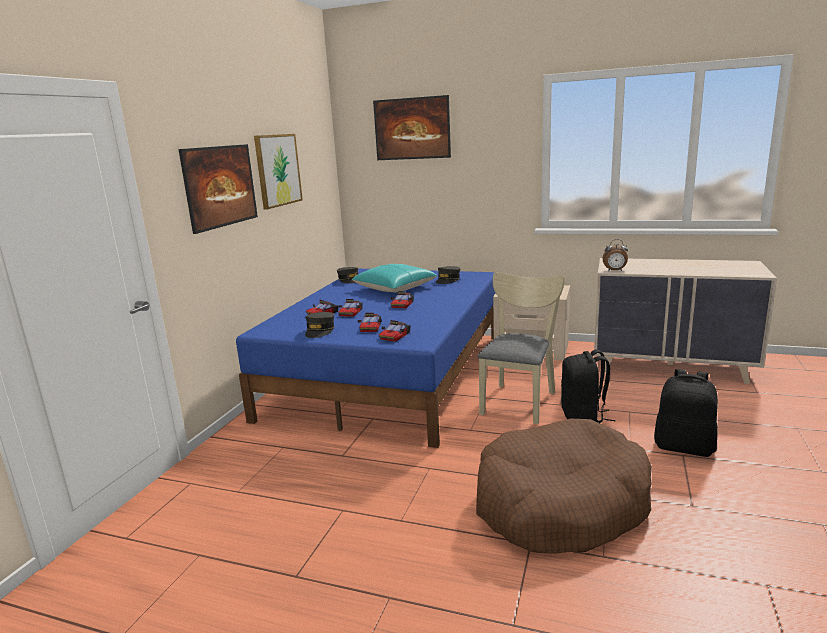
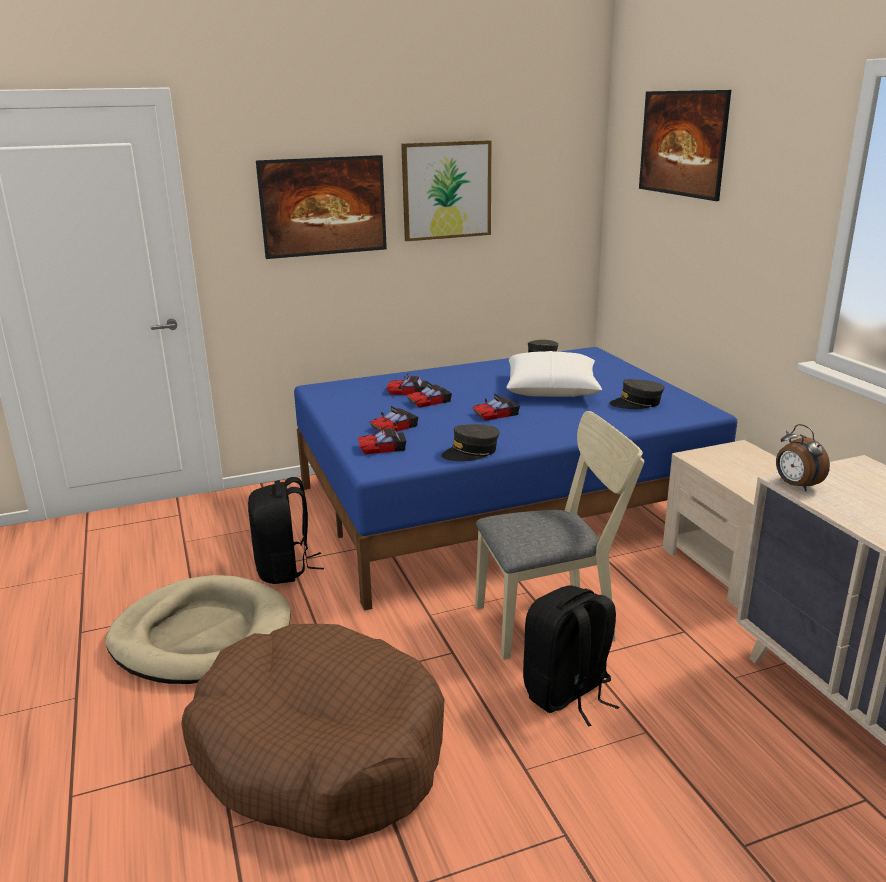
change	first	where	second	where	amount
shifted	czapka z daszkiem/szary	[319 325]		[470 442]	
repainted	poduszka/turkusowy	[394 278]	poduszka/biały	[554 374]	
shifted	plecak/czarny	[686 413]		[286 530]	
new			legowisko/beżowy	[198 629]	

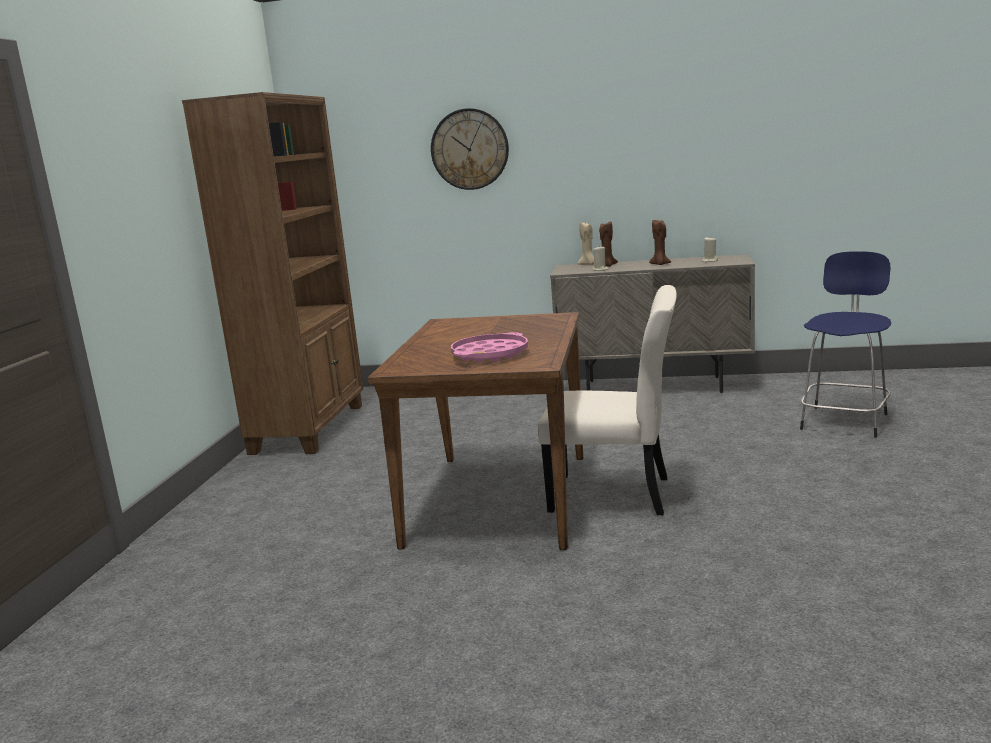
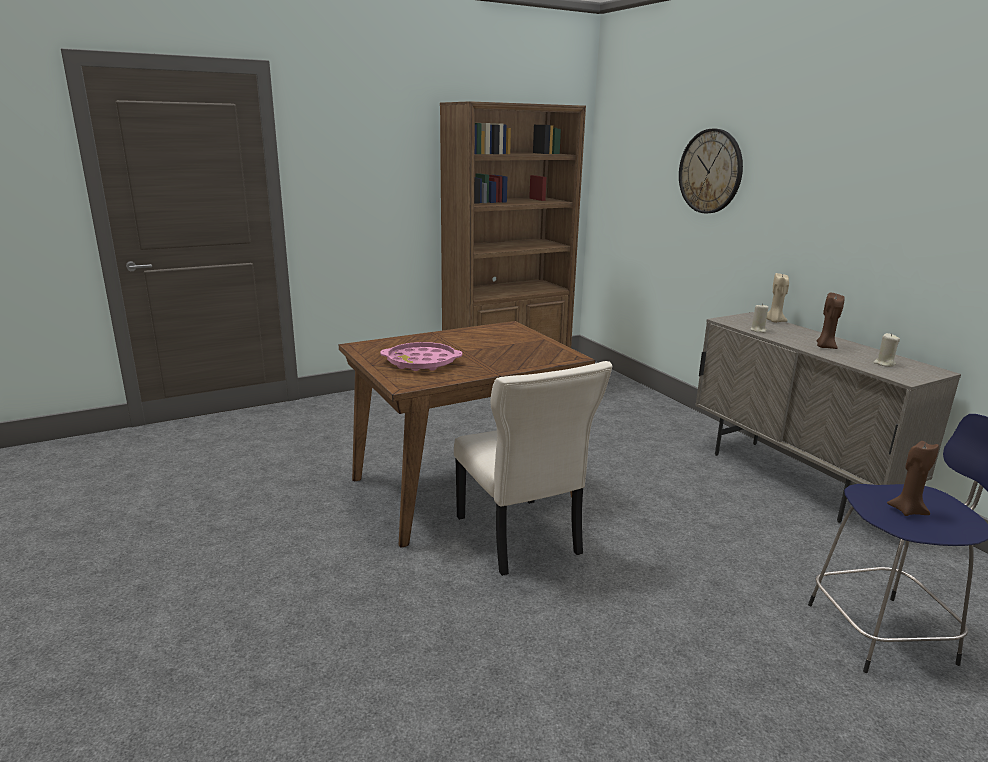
change	first	where	second	where	amount
shifted	świeca/brązowy	[608 244]		[913 478]	

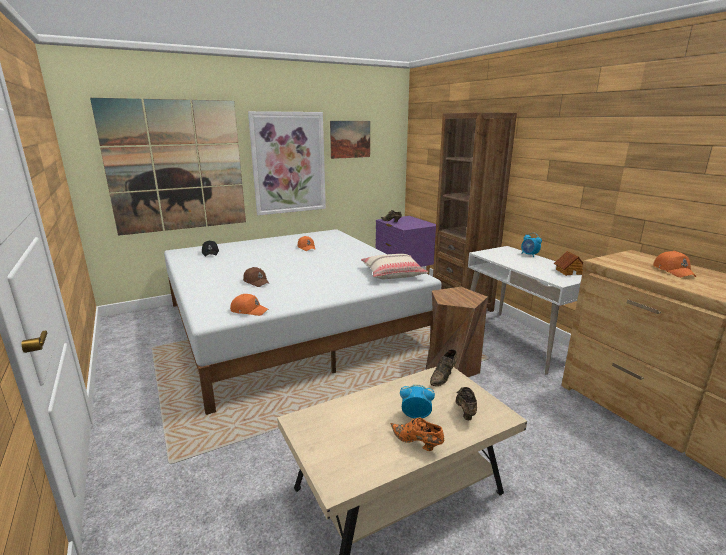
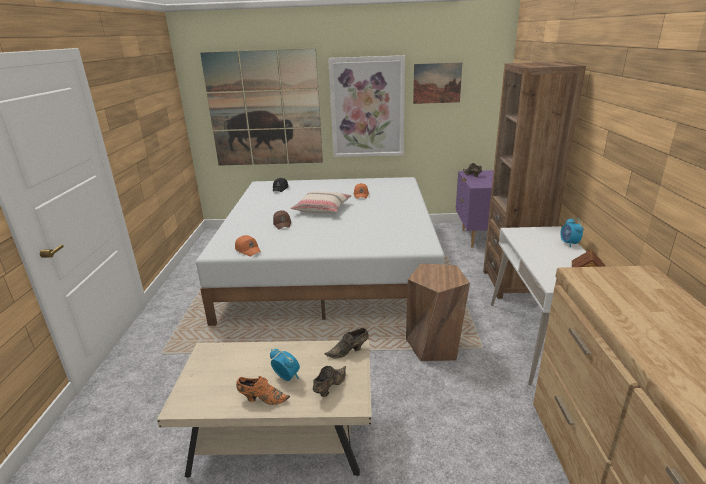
change	first	where	second	where	amount
shifted	poduszka/beżowy	[395 266]		[321 202]	
rotated	but/pomarańczowy	[417 434]		[263 390]	120 degrees clockwise
gone	czapka z daszkiem/pomarańczowy	[674 264]			

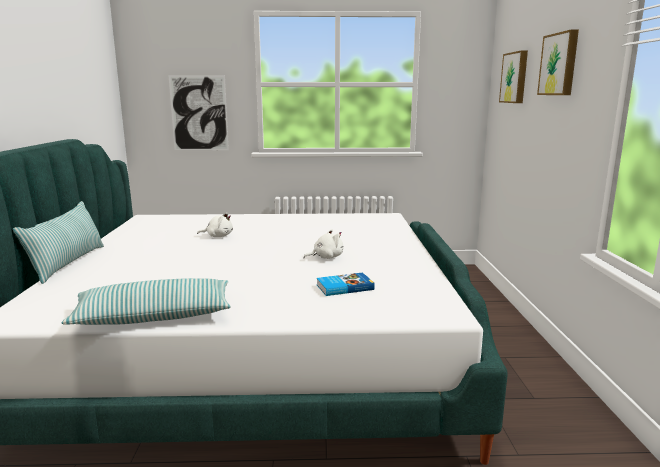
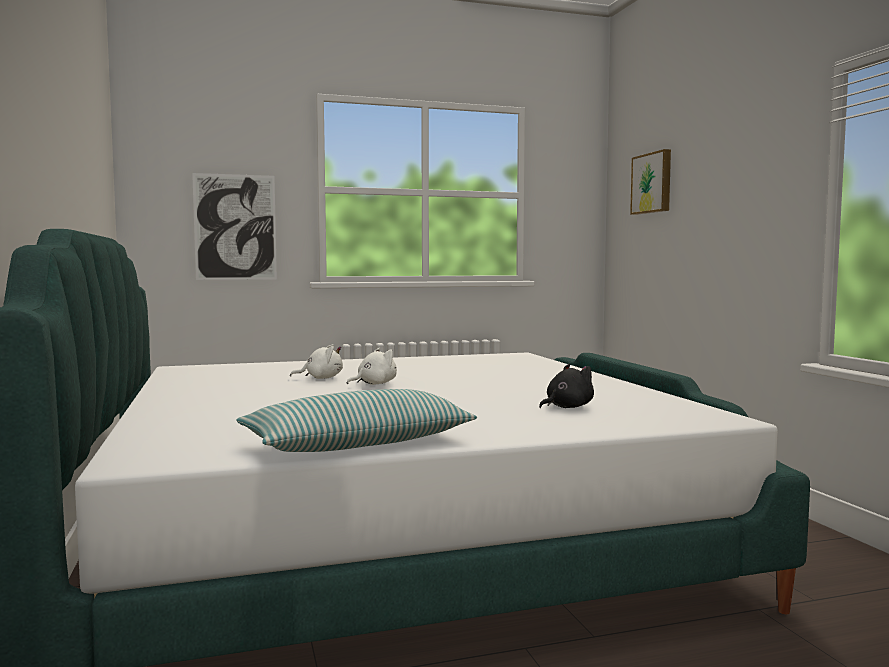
change	first	where	second	where	amount
gone	poduszka	[58 242]			
shifted	pluszak/biały	[323 244]		[372 366]	
swapped	książka	[346 284]	pluszak/czarny	[566 386]	
gone	obraz	[558 62]			

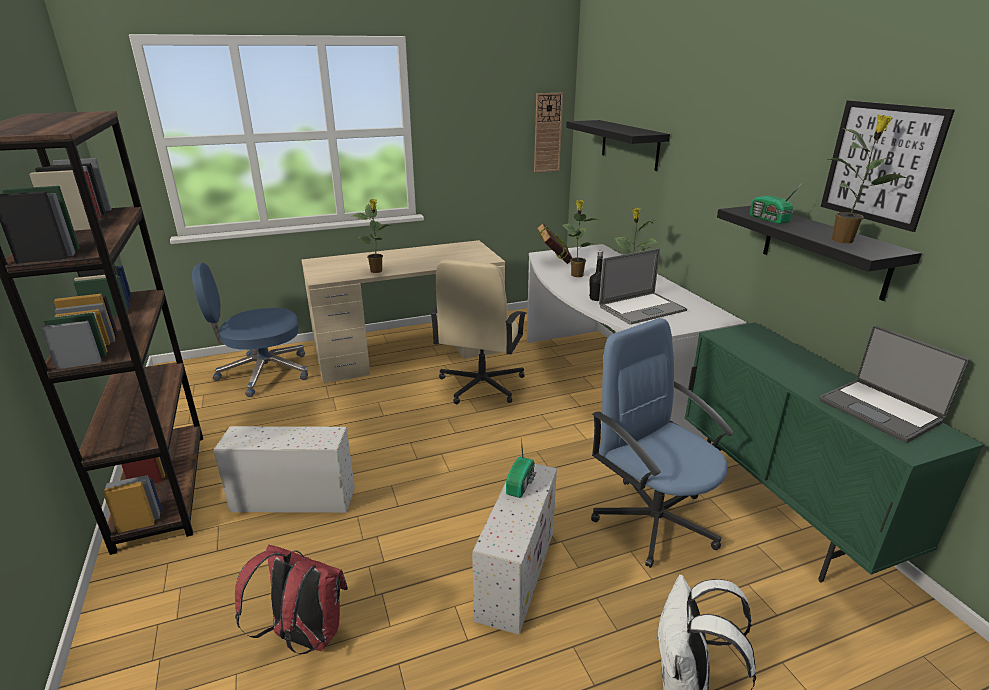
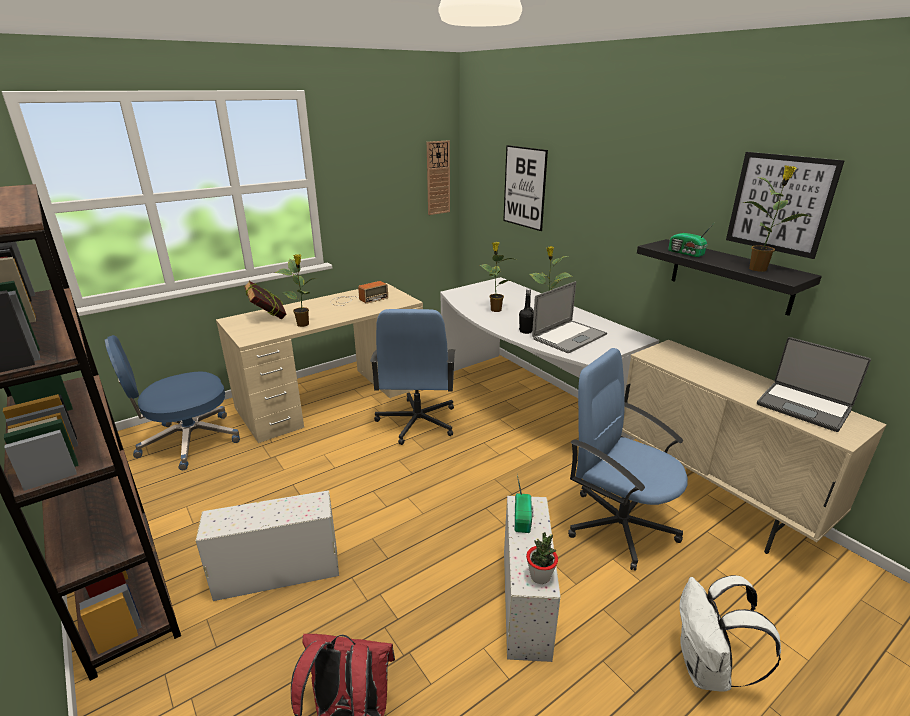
change	first	where	second	where	amount
repainted	krzesło biurowe/beżowy	[478 332]	krzesło biurowe/niebieski	[412 377]	
shifted	książka	[554 243]		[265 300]	
swapped	półka/czarny	[618 145]	obraz	[525 188]	
repainted	szafka/zielony	[834 452]	szafka/beżowy	[754 447]	
new			radio	[359 293]	
new			roślina doniczkowa	[542 558]	

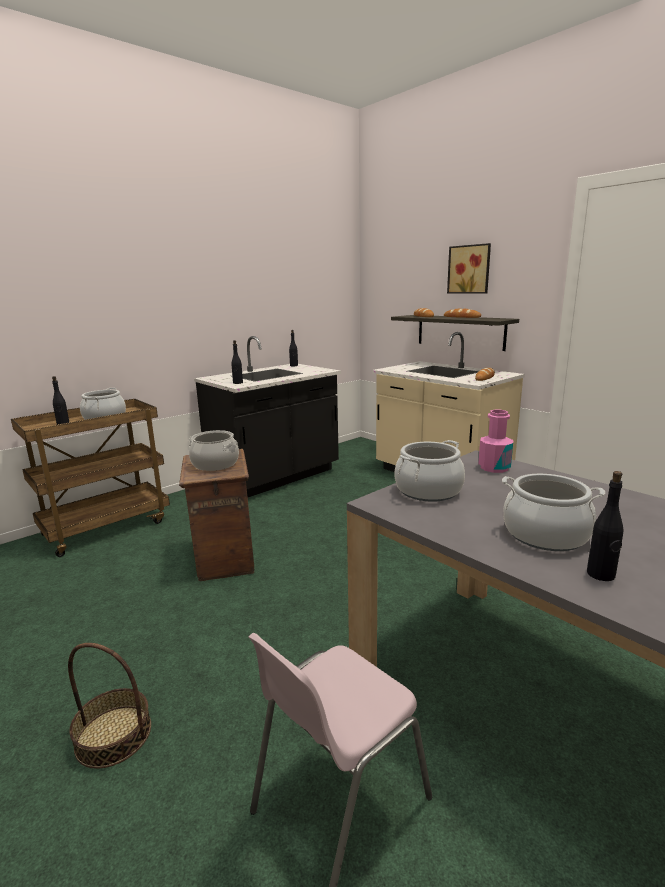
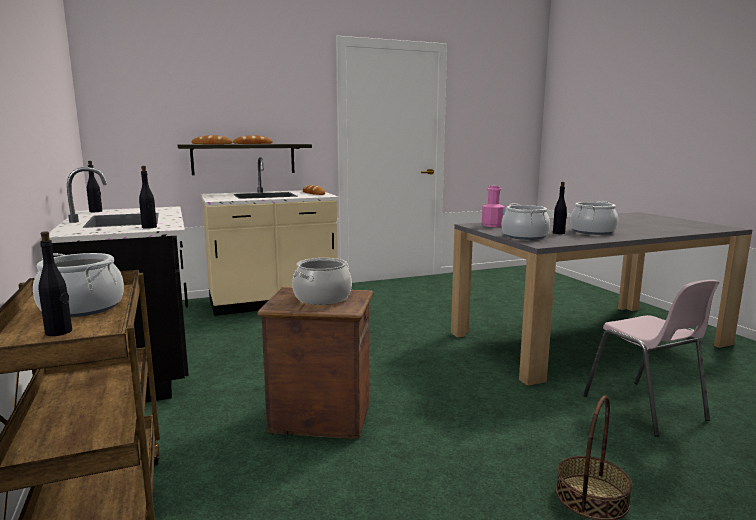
change	first	where	second	where	amount
gone	obraz	[469 268]			
shifted	butelka/czarny	[605 526]		[560 208]	

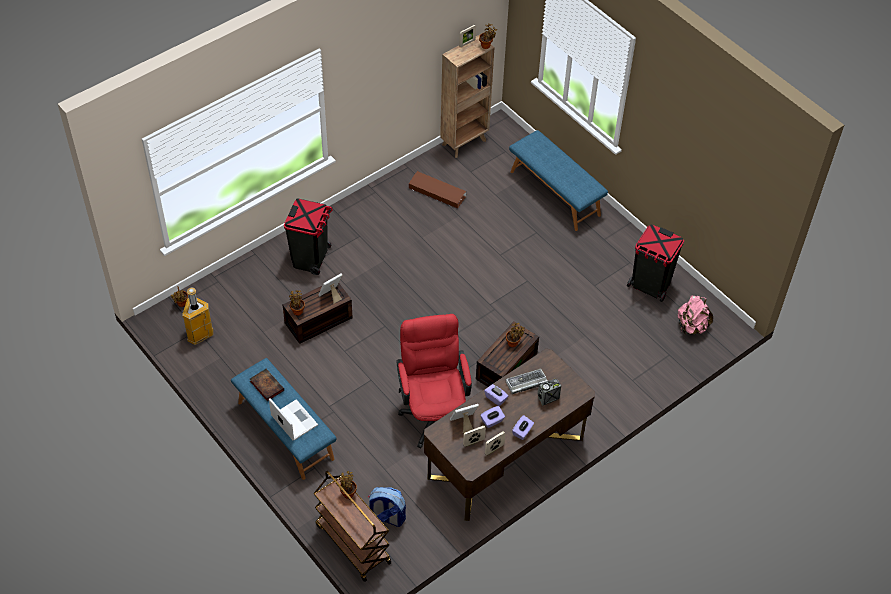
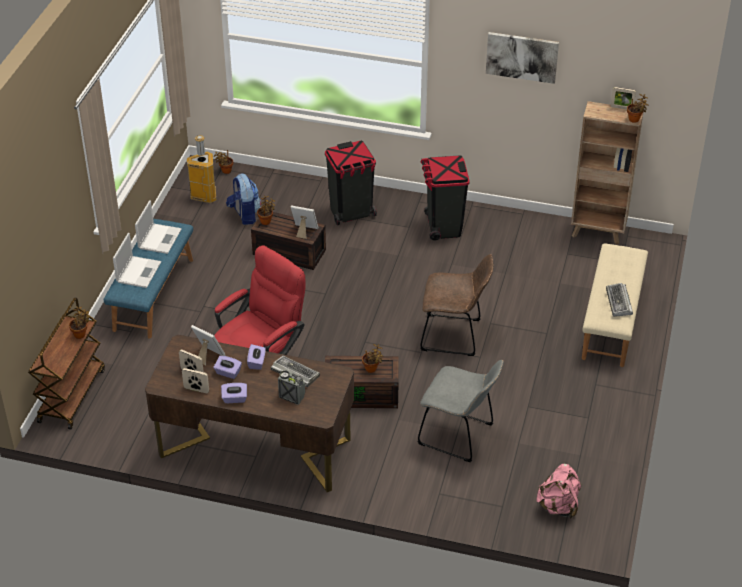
change	first	where	second	where	amount
swapped	książka	[267 385]	laptop	[158 227]	
shifted	plecak	[387 507]		[243 199]	
gone	pojemnik do przechowywania/brązowy	[438 189]			
repainted	ławka/niebieski	[558 180]	ławka/beżowy	[615 305]	
shifted	kosz na śmieci/czarny	[655 263]		[445 198]	
new			krzesło/szary	[461 411]	
new			krzesło/brązowy	[456 305]	
new			obraz	[522 58]	
new			klawiatura	[619 300]	

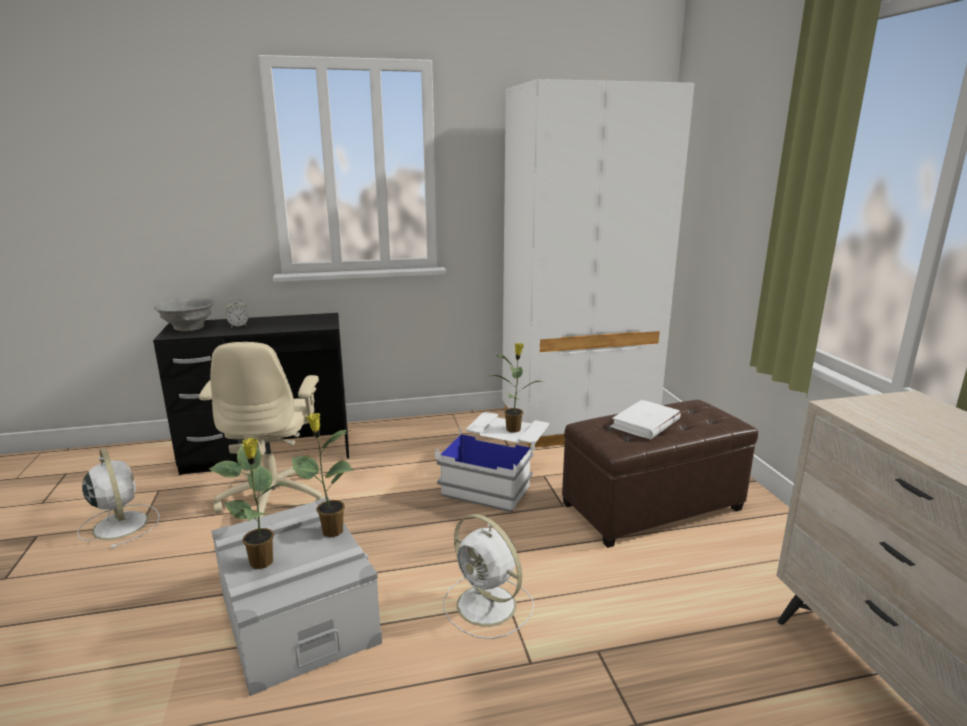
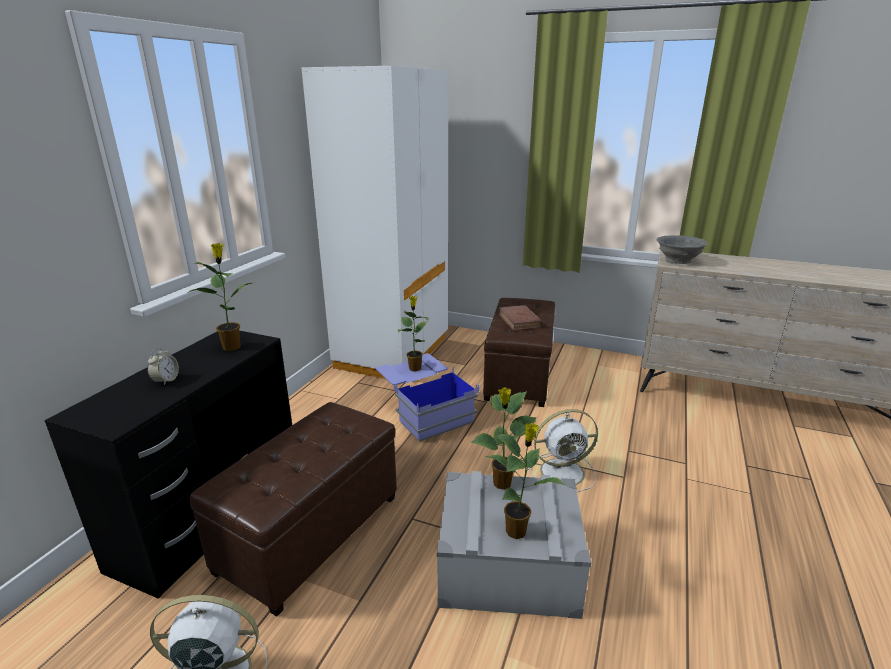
change	first	where	second	where	amount
shifted	miska/szary	[184 314]		[682 249]	
swapped	krzesło biurowe/beżowy	[262 430]	pufa/brązowy	[293 509]	
repainted	pojemnik do przechowywania/biały	[492 462]	pojemnik do przechowywania/niebieski	[427 397]	
repainted	książka/biały	[645 420]	książka/brązowy	[520 317]	
new			roślina doniczkowa	[222 297]	

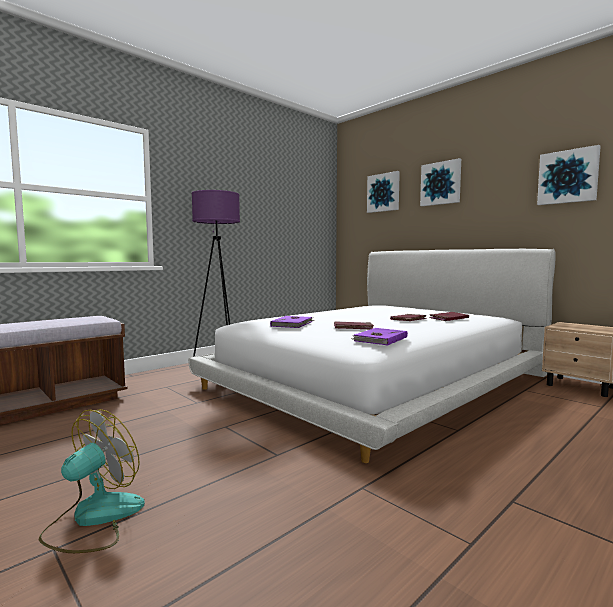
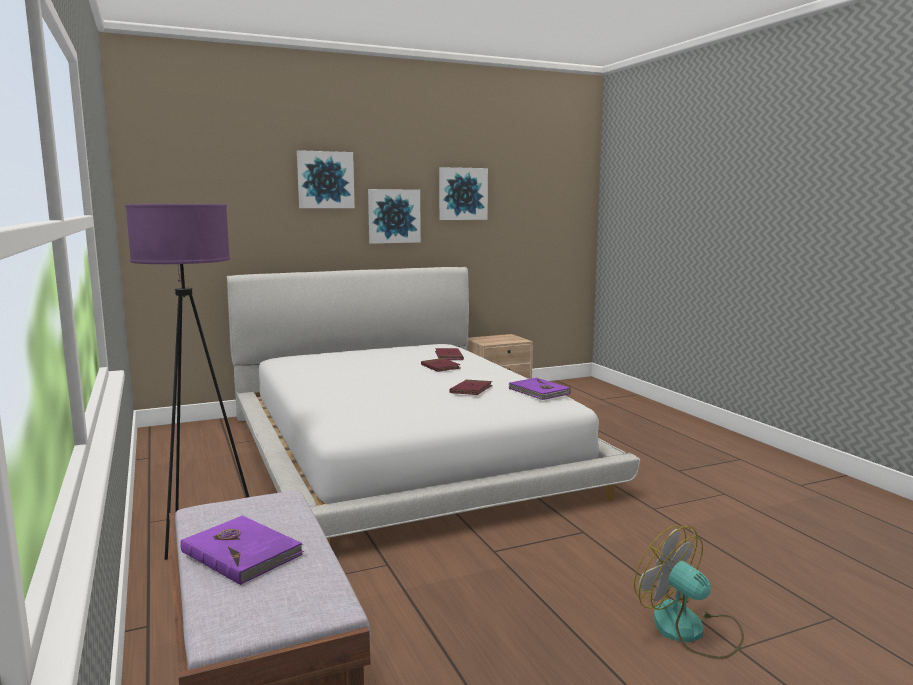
change	first	where	second	where	amount
shifted	książka/fioletowy	[292 322]		[242 550]	
shifted	obraz	[383 192]		[394 216]	

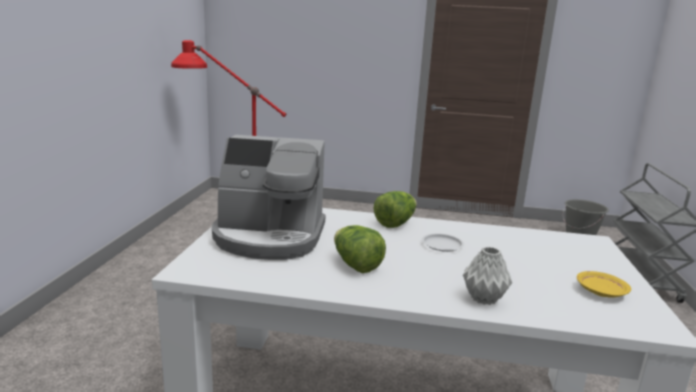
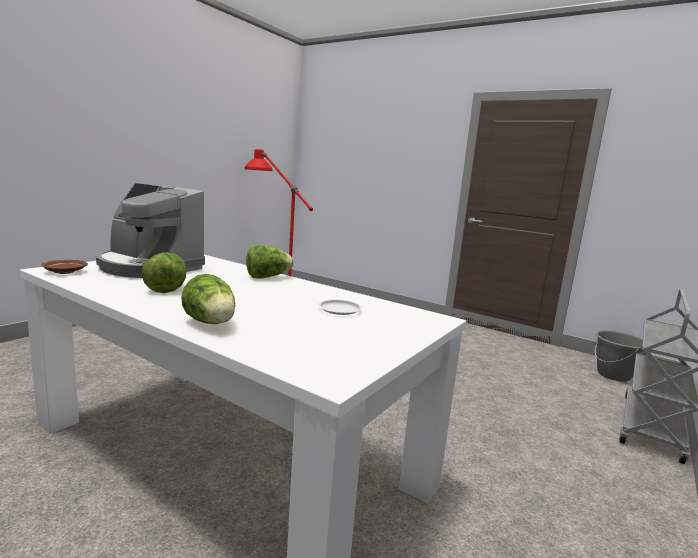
change	first	where	second	where	amount
shifted	talerz/biały	[443 243]		[340 307]	
swapped	wazon/szary	[487 276]	sałata	[208 299]	
gone	talerz/żółty	[604 284]			
new			talerz/brązowy	[64 267]	

